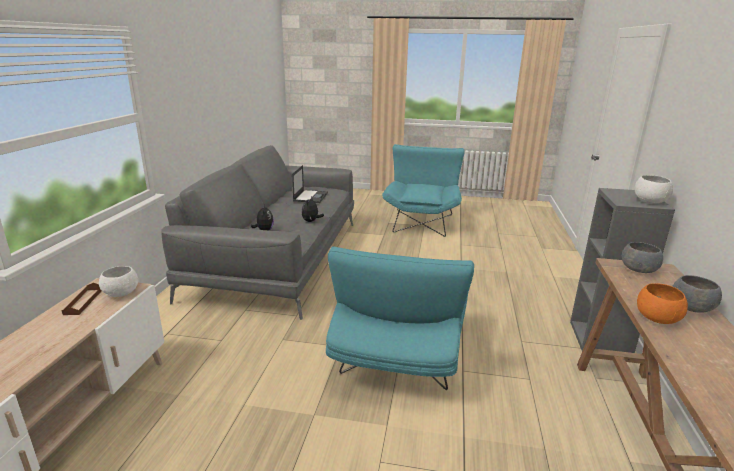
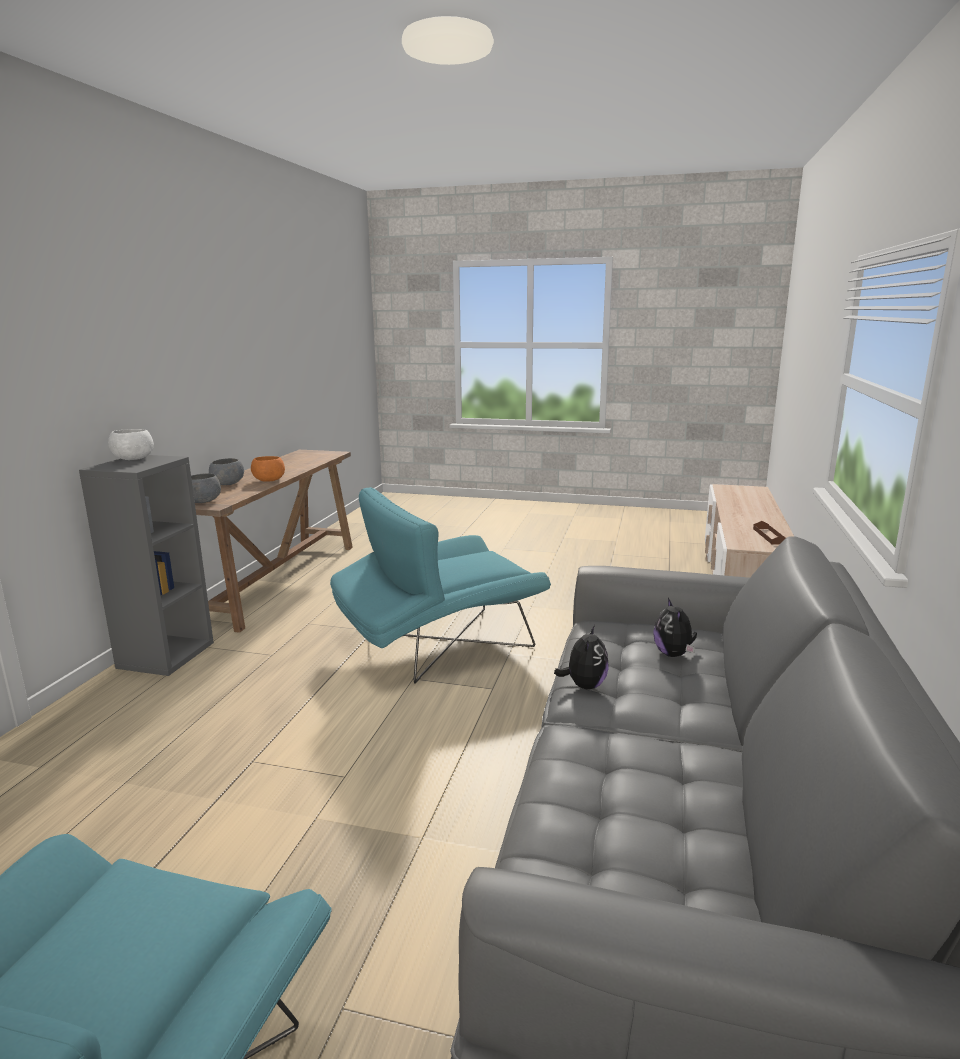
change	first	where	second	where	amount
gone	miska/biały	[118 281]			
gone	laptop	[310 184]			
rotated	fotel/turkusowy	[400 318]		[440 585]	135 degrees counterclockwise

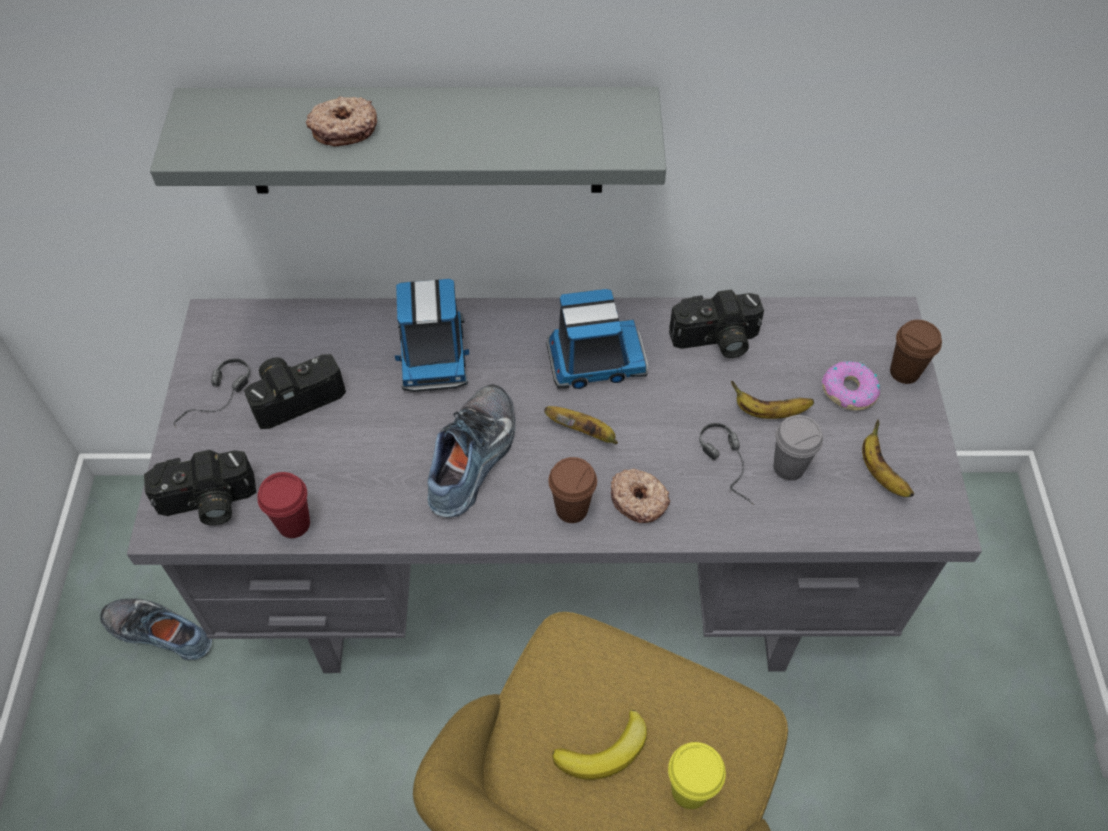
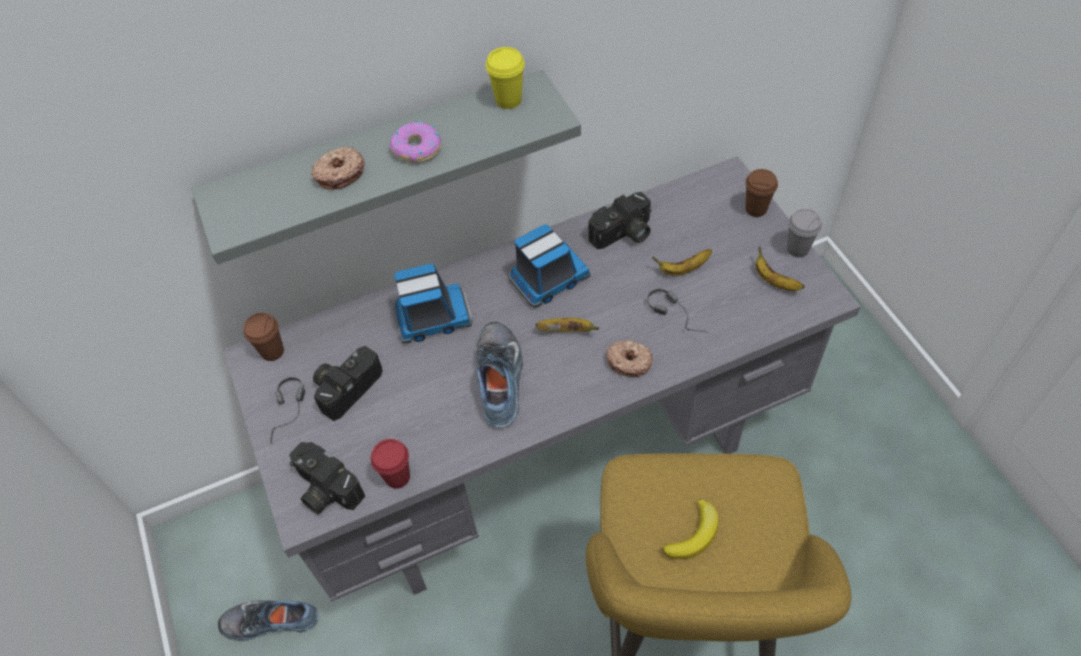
change	first	where	second	where	amount
rotated	aparat fotograficzny	[200 487]		[327 478]	75 degrees clockwise
rotated	ciężarówka zabawkowa	[432 335]		[432 304]	75 degrees counterclockwise
shifted	filiżanka/brązowy	[572 490]		[263 337]	
shifted	filiżanka/żółty	[697 775]		[505 78]	
shifted	filiżanka/szary	[798 448]		[804 233]	
shifted	donut	[851 386]		[415 142]	

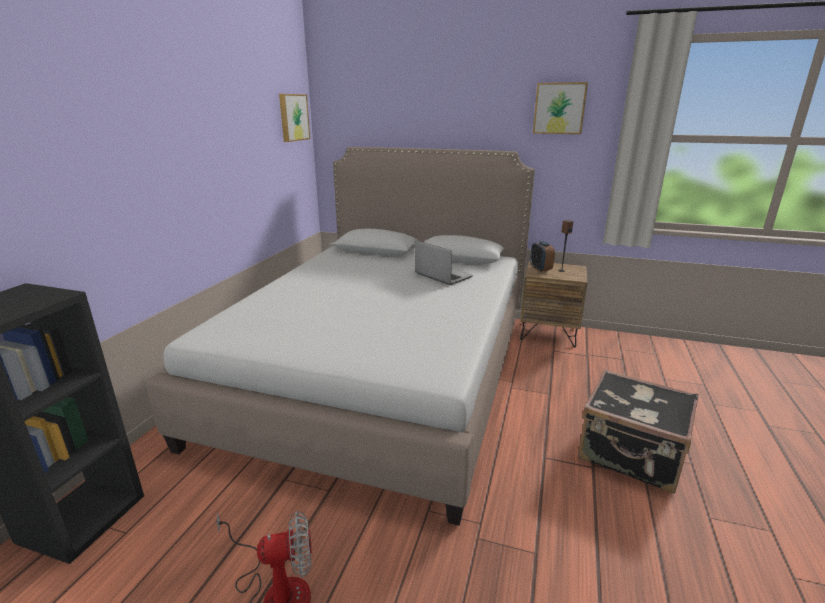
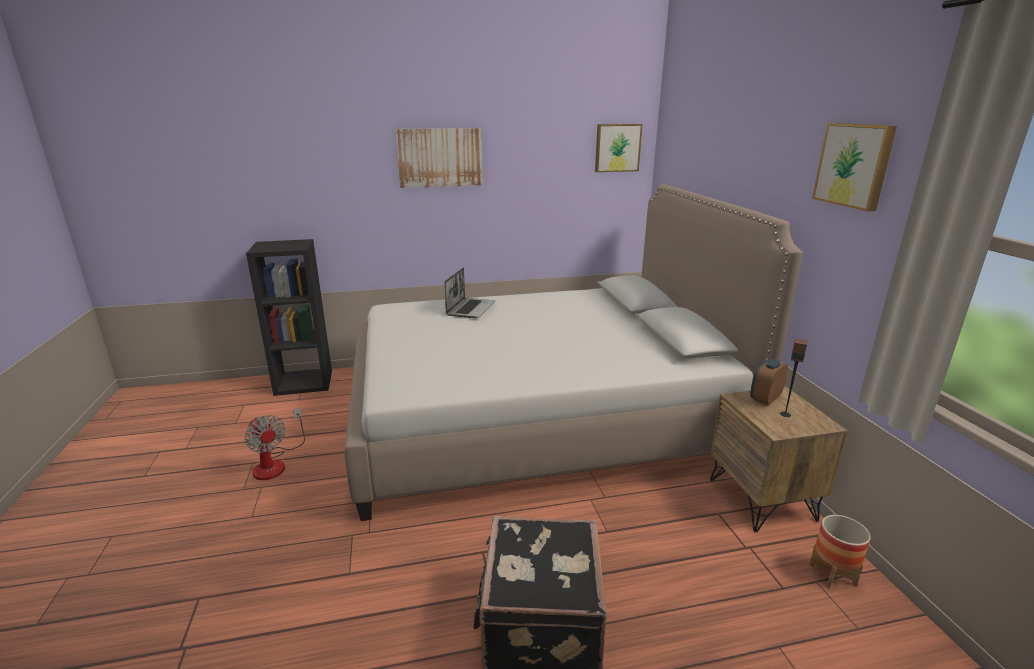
change	first	where	second	where	amount
shifted	laptop	[444 263]		[469 293]	
new			obraz	[439 158]	
new			donica	[840 552]	

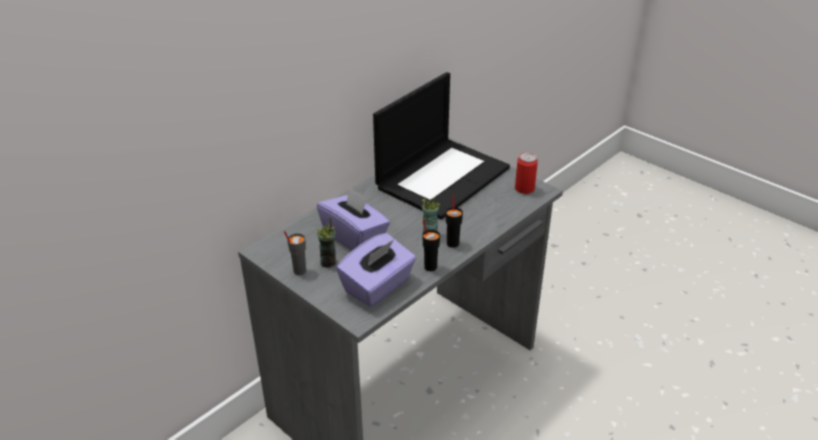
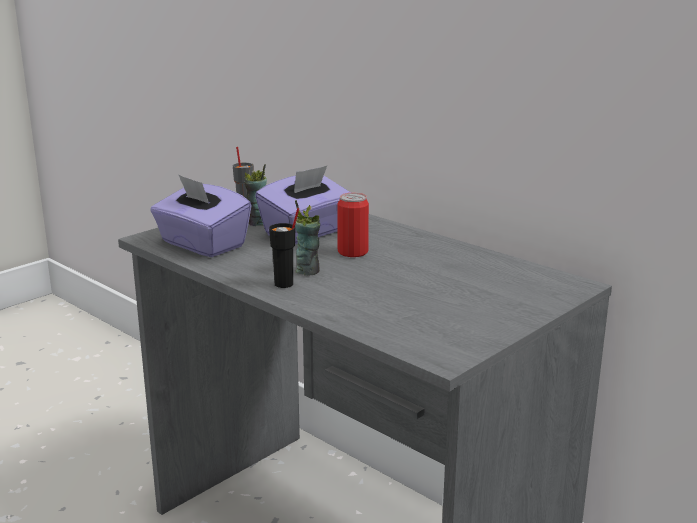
change	first	where	second	where	amount
gone	laptop	[441 146]			
gone	filiżanka/czarny	[431 245]			
shifted	puszka	[526 173]		[353 225]	

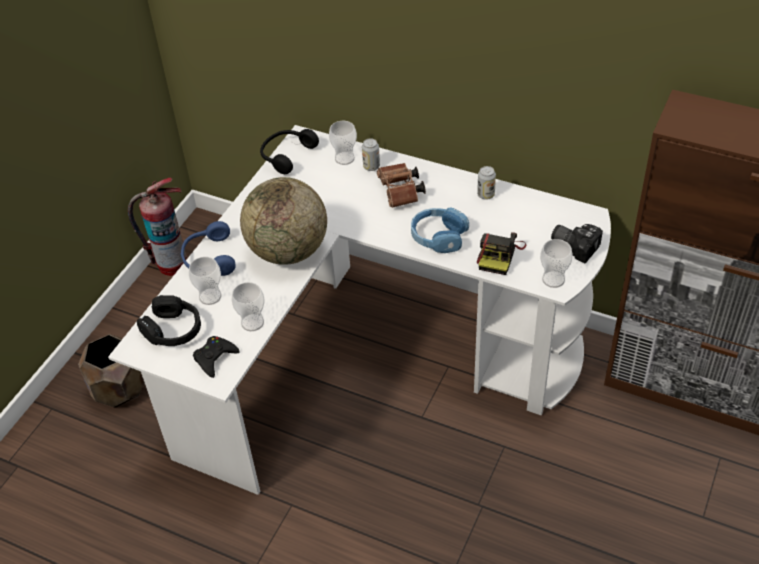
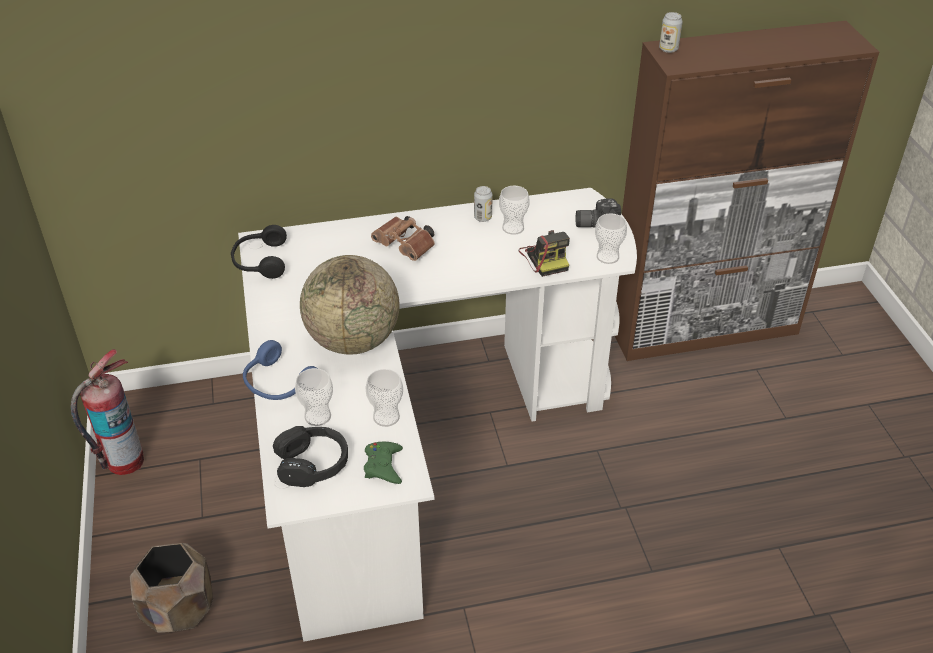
change	first	where	second	where	amount
repainted	pad do gier/czarny	[216 357]	pad do gier/zielony	[383 463]	
shifted	filiżanka	[343 143]		[514 210]	
shifted	puszka	[371 154]		[671 32]	
gone	słuchawki/niebieski	[440 230]			

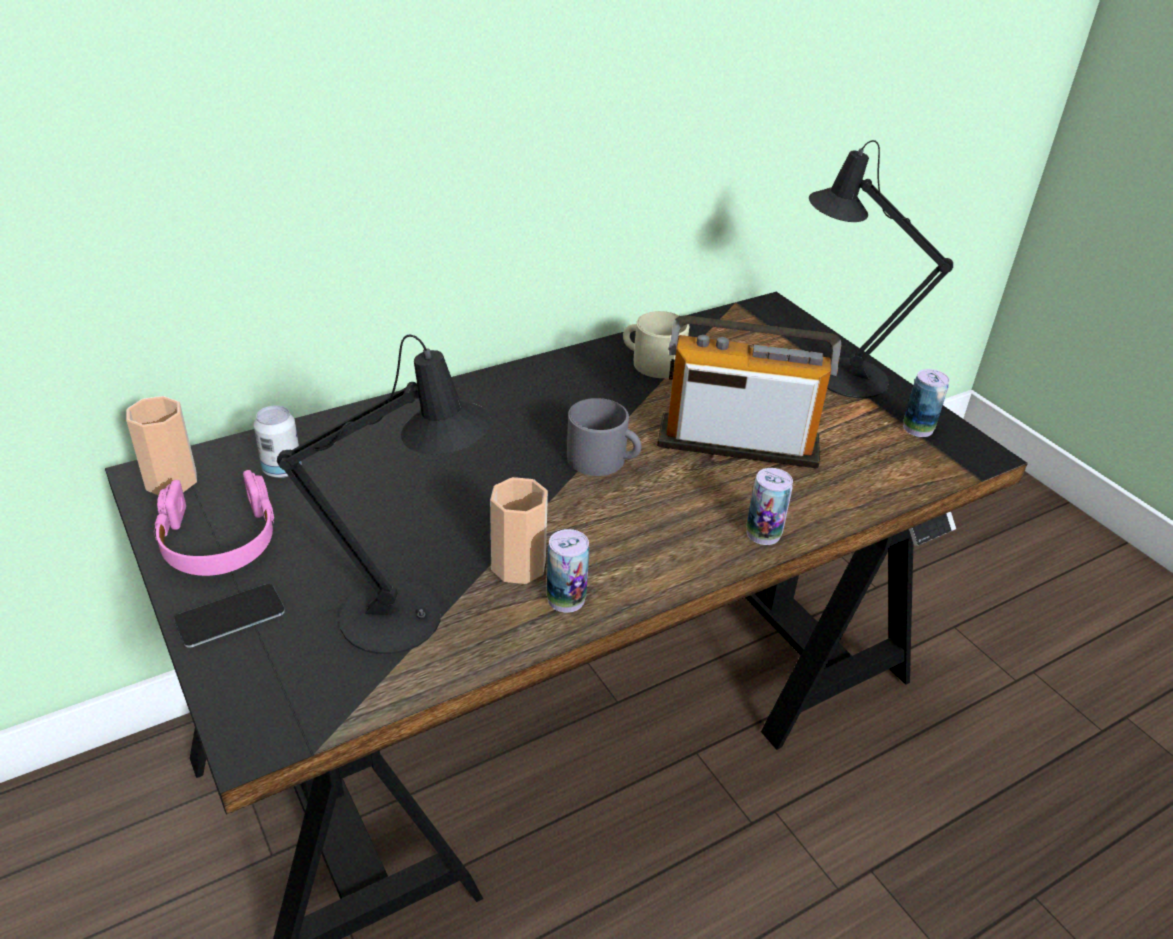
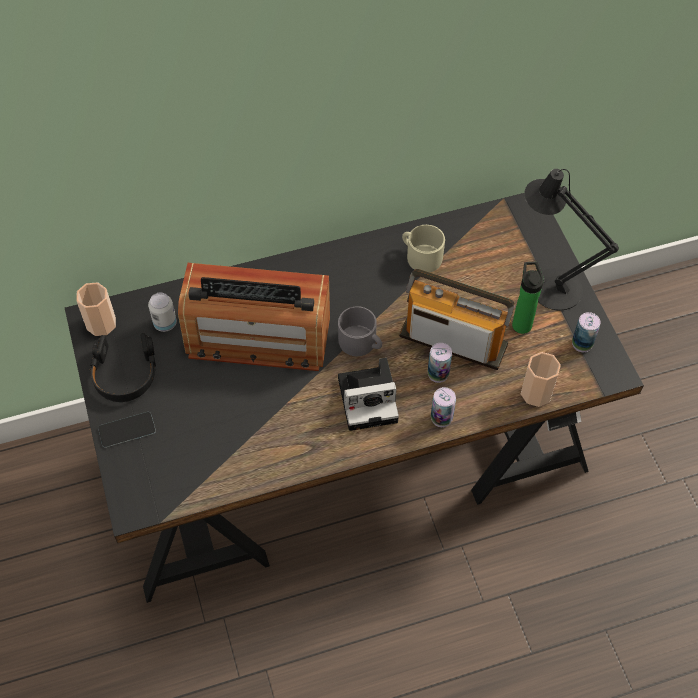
change	first	where	second	where	amount
repainted	słuchawki/różowy	[214 523]	słuchawki/czarny	[123 367]	
gone	lampa stołowa/czarny	[384 494]			
shifted	filiżanka	[519 530]		[541 379]	
shifted	puszka	[568 571]		[440 363]	
new			radio	[254 317]	
new			aparat fotograficzny	[368 394]	
new			butelka	[528 298]	

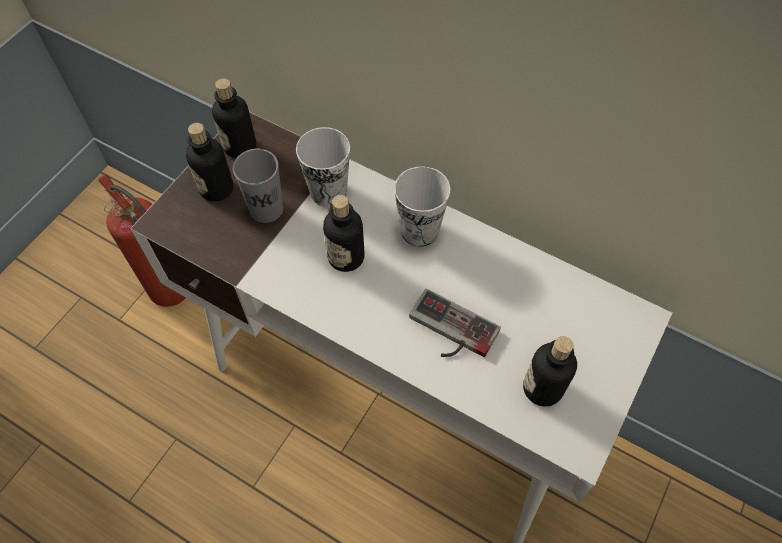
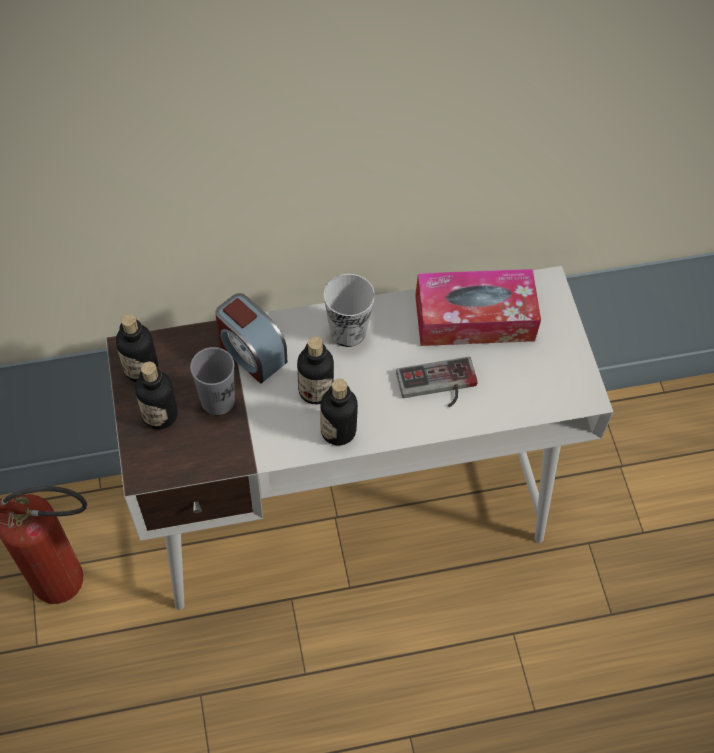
change	first	where	second	where	amount
swapped	filiżanka	[323 167]	budzik	[251 338]	
shifted	butelka	[550 371]		[339 412]	
new			pudełko chusteczek	[478 307]	

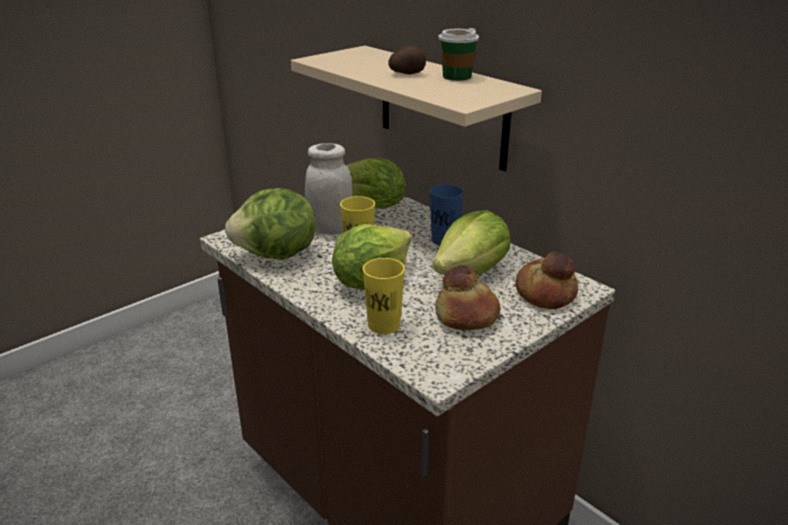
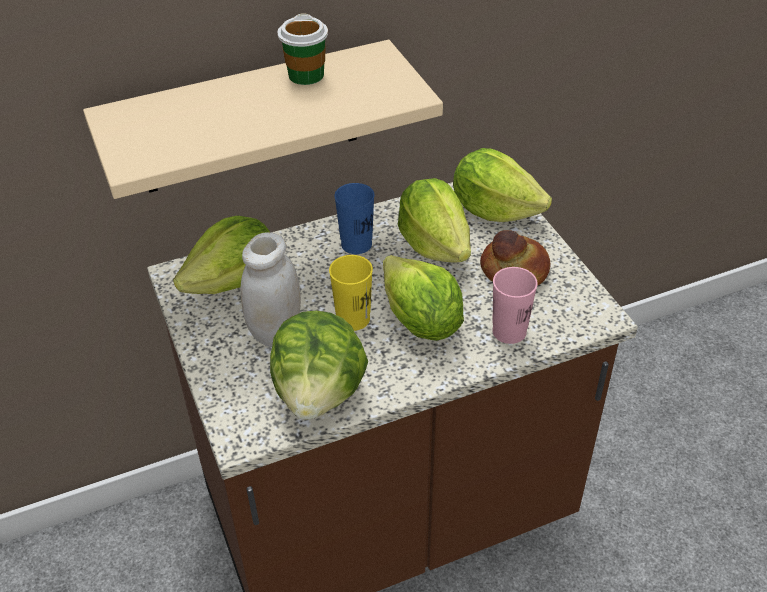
change	first	where	second	where	amount
repainted	filiżanka/żółty	[384 296]	filiżanka/różowy	[515 305]	
gone	ziemniak	[407 60]			
swapped	chleb	[546 280]	sałata	[502 185]	

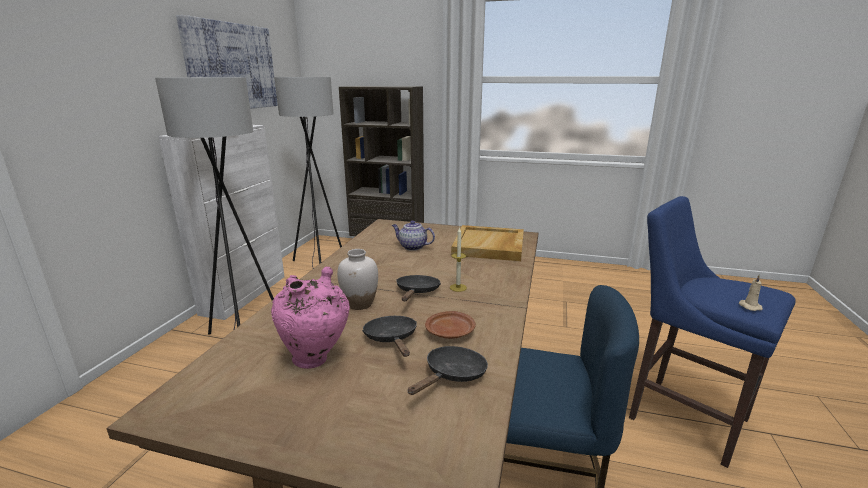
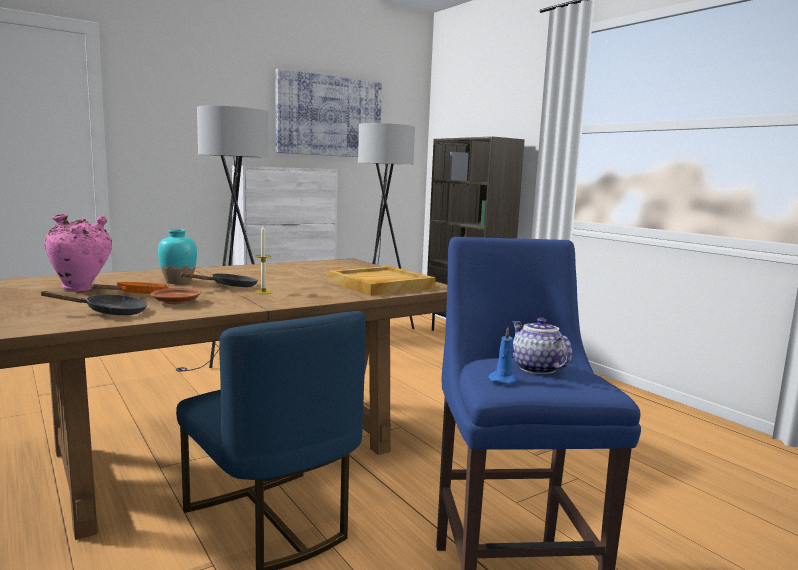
change	first	where	second	where	amount
repainted	wazon/biały	[357 279]	wazon/turkusowy	[177 256]	
repainted	patelnia/czarny	[389 336]	patelnia/pomarańczowy	[130 288]	
shifted	imbryk	[413 235]		[542 346]	
repainted	świeca/beżowy	[751 292]	świeca/niebieski	[504 355]	

